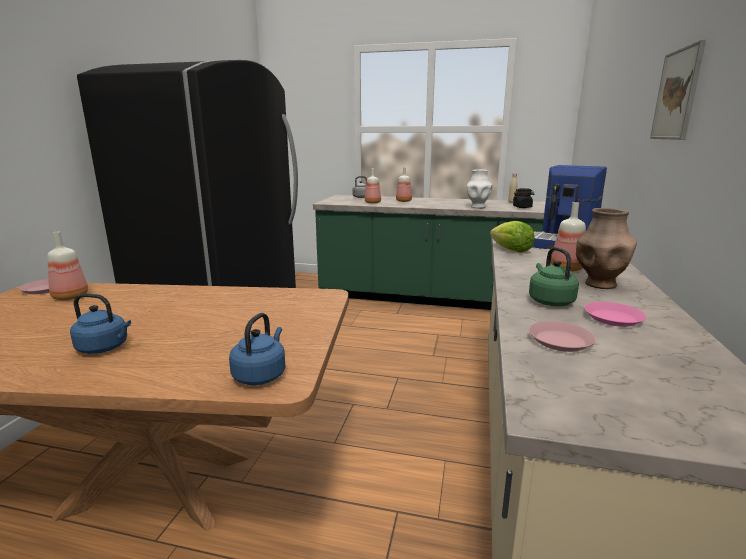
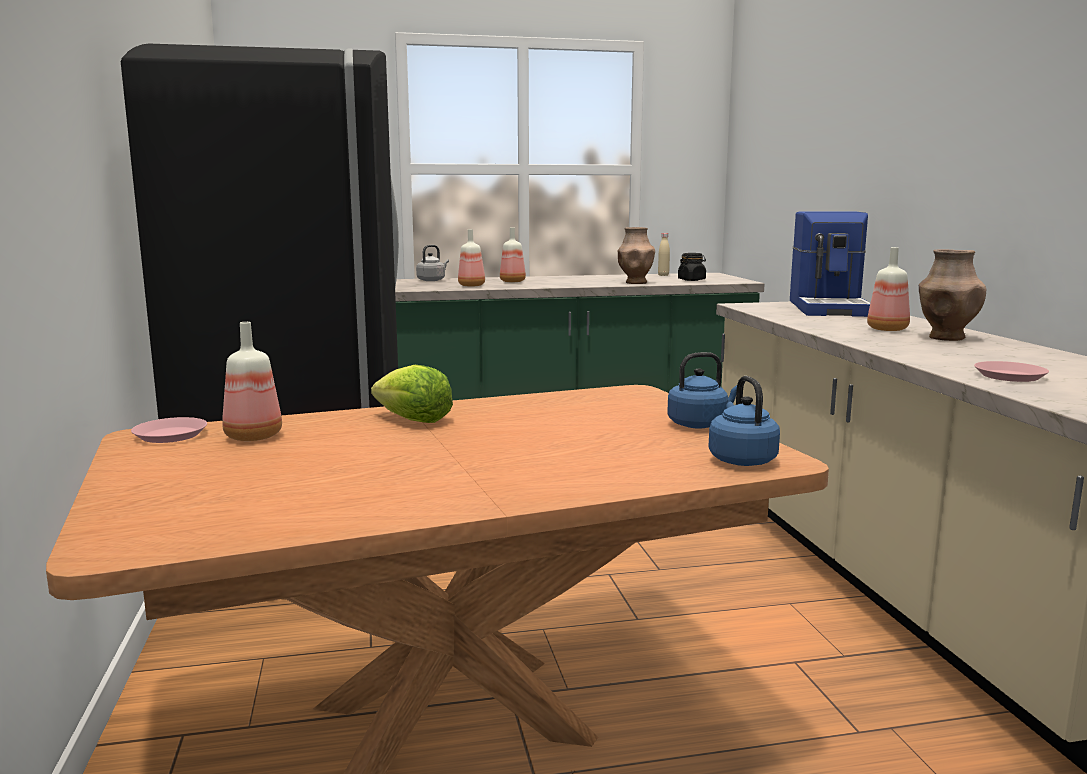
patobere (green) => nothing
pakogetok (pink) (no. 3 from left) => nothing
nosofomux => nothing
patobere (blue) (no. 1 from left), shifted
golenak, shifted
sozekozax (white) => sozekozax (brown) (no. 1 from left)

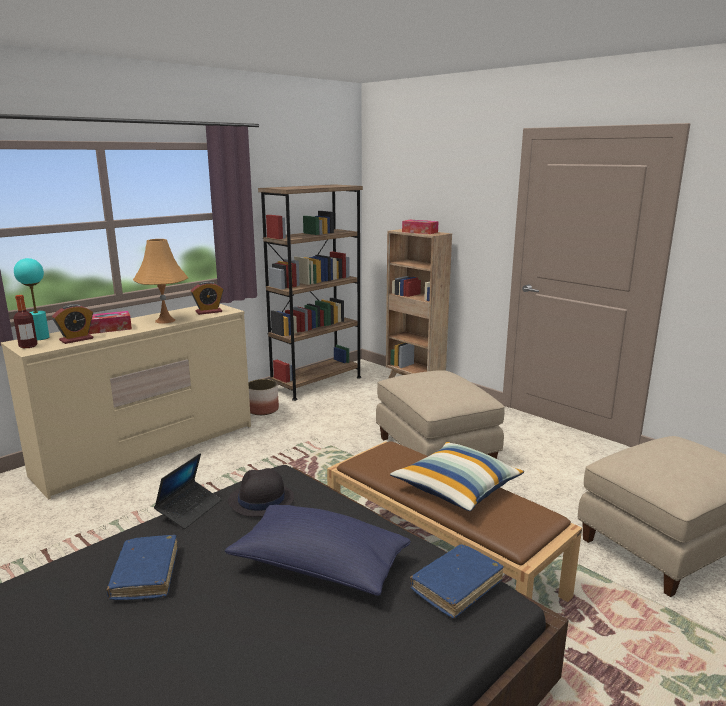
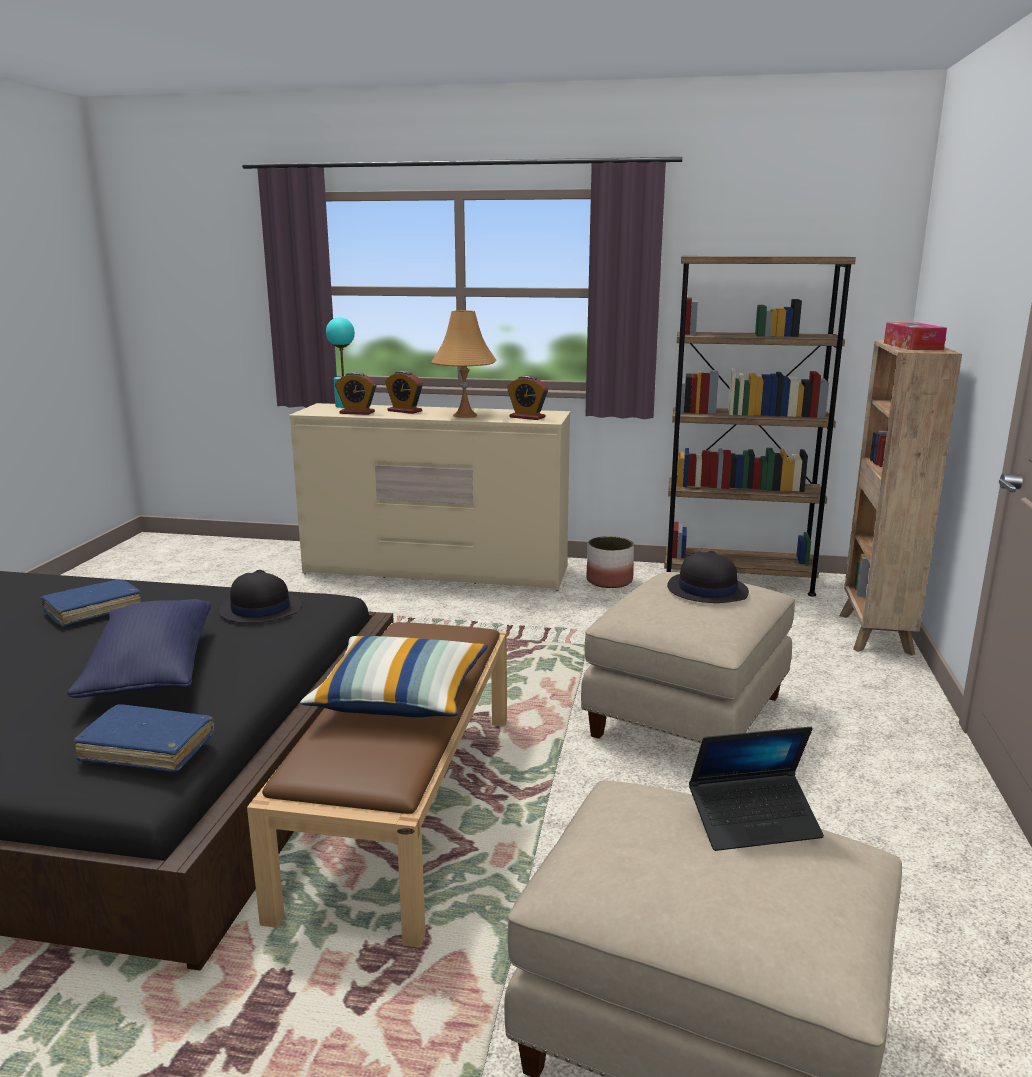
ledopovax => nothing
nothing => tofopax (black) (no. 2 from left)
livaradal, shifted
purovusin (no. 1 from left) => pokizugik (no. 2 from left)

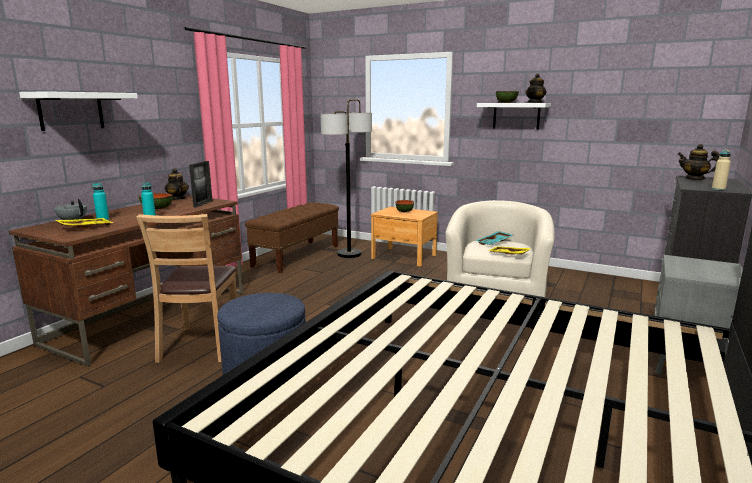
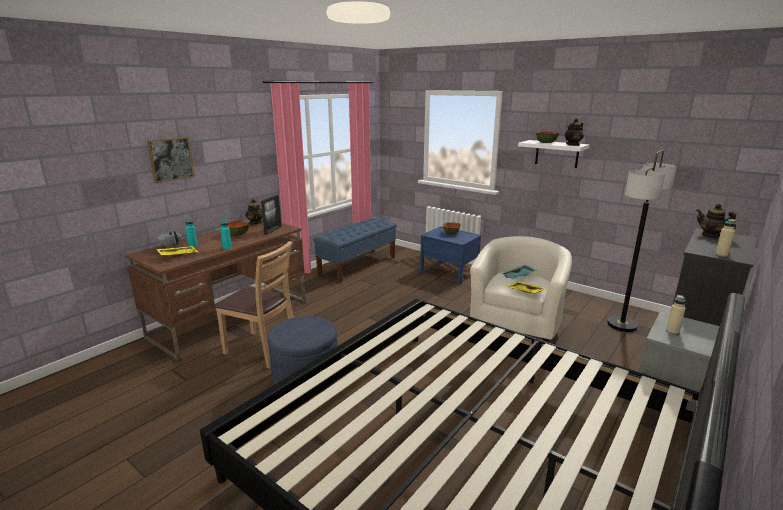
nothing => ledopovax (beige) (no. 1 from left)
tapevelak, shifted
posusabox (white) (no. 1 from left) => nosofomux
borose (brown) => borose (blue)
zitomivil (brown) => zitomivil (blue)
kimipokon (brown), 75 degrees counterclockwise

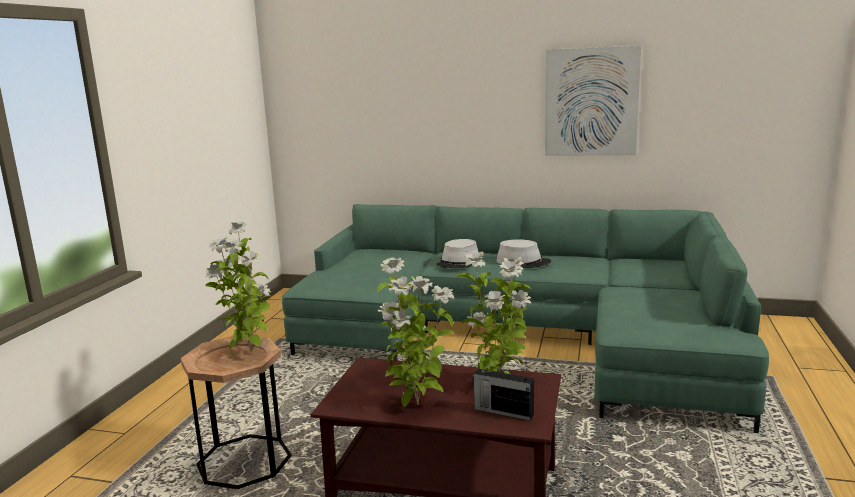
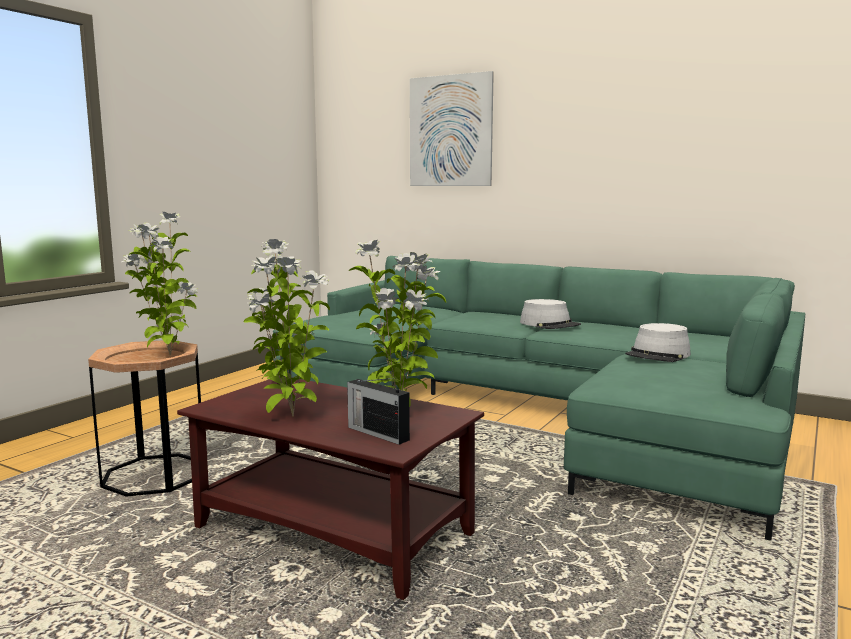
tofopax (grey) (no. 1 from left in the first image) => tofopax (grey) (no. 2 from left), shifted
nosofomux, shifted

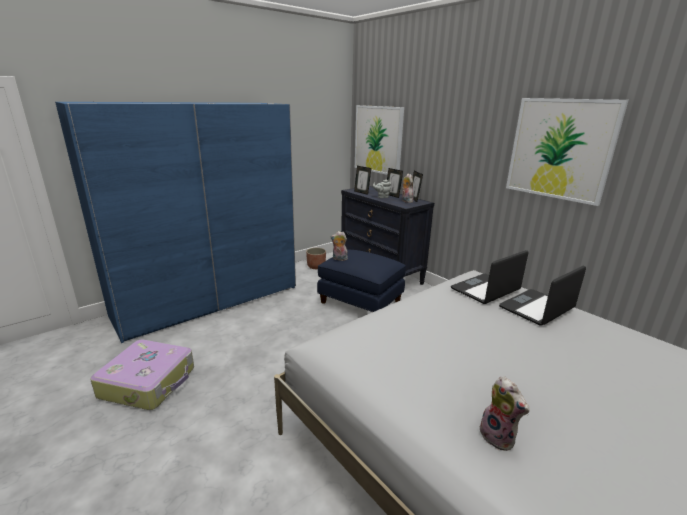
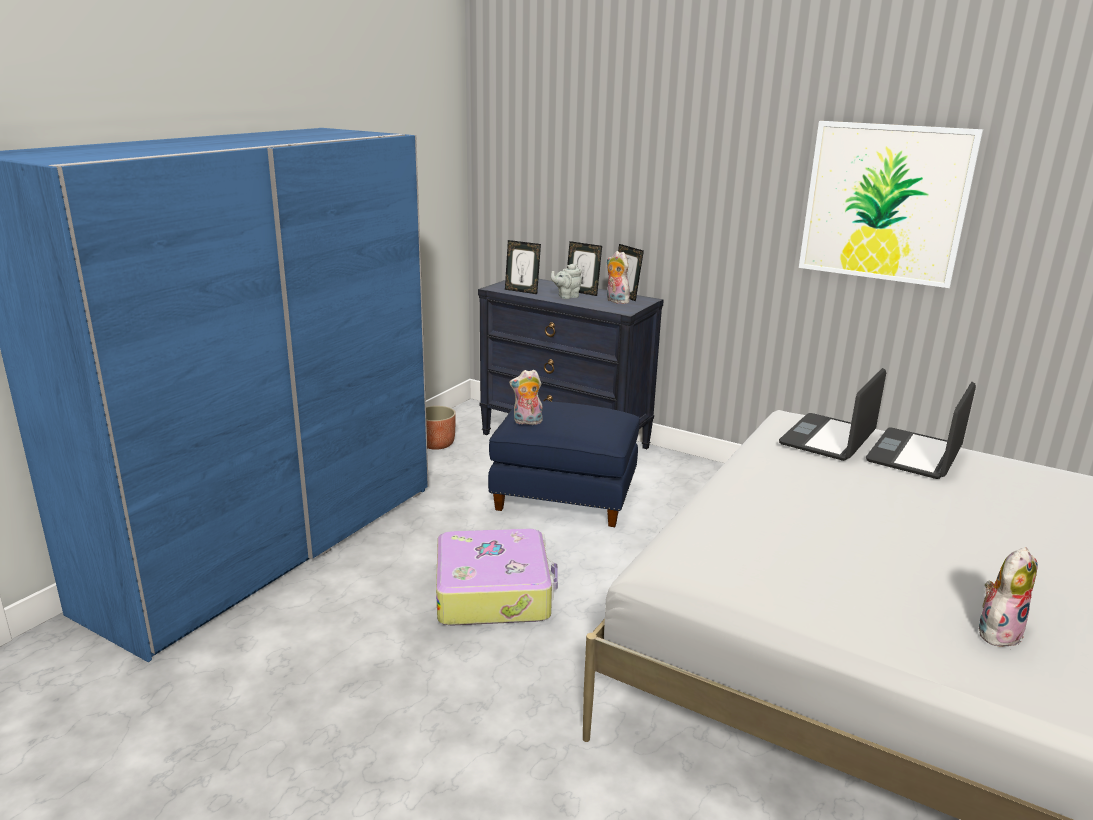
nosofomux (no. 1 from left) => nothing
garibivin, shifted
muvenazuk (no. 3 from left), 75 degrees counterclockwise

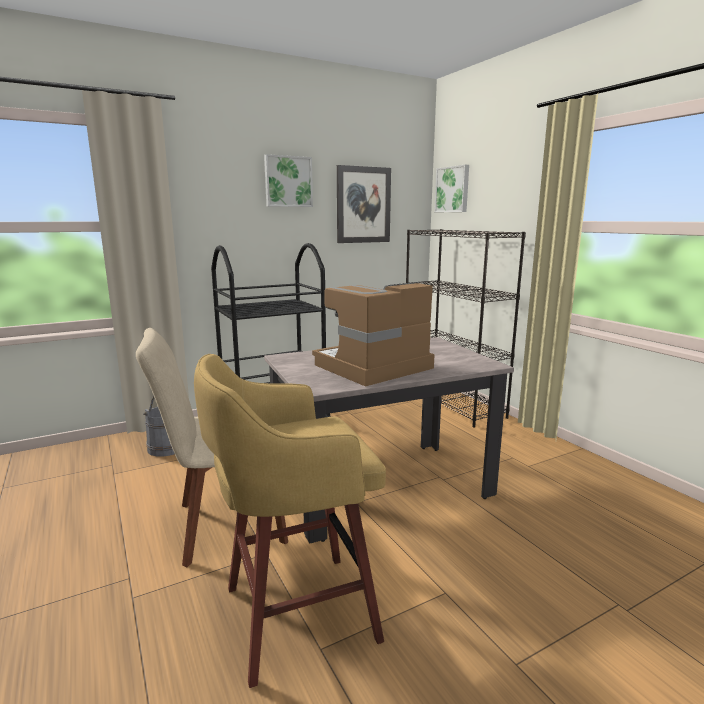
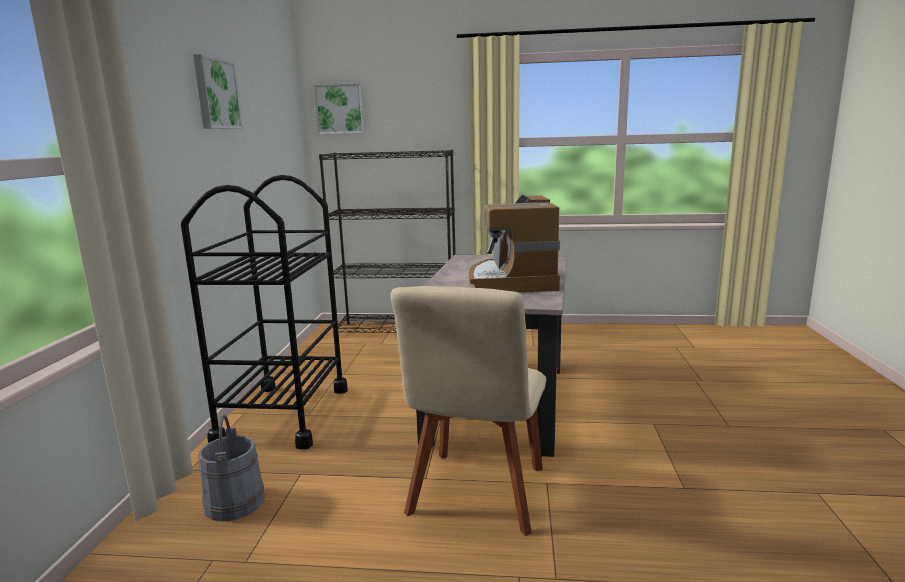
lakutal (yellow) => nothing
nosofomux (no. 2 from left) => nothing

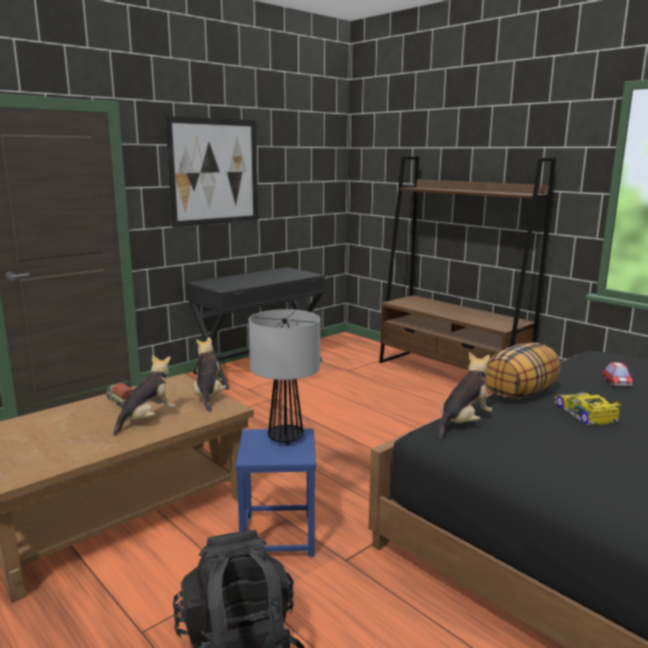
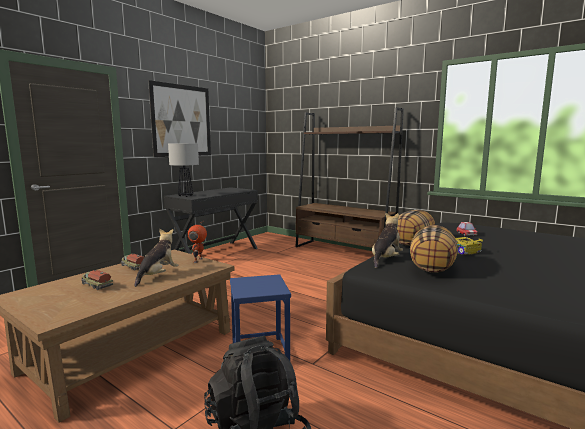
nothing => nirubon (no. 1 from left)
nothing => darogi (no. 2 from left)
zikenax, shifted
muvenazuk (no. 2 from left) => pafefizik

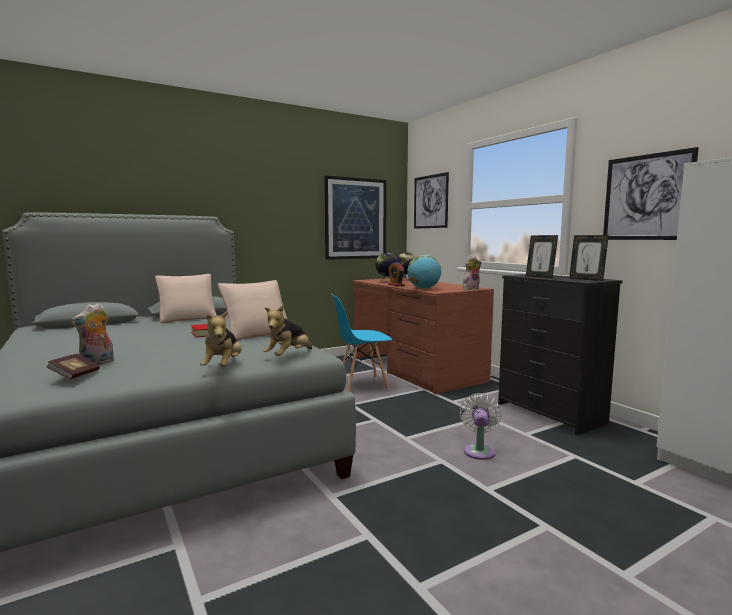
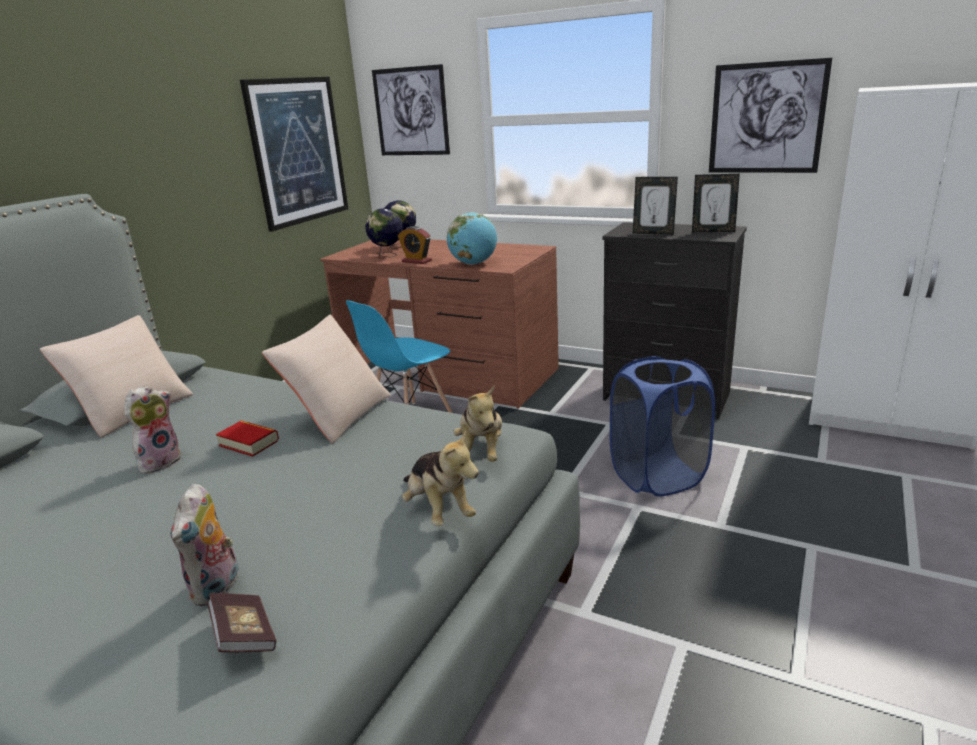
muvenazuk (no. 4 from left in the first image) => muvenazuk (no. 1 from left), shifted
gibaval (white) => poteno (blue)

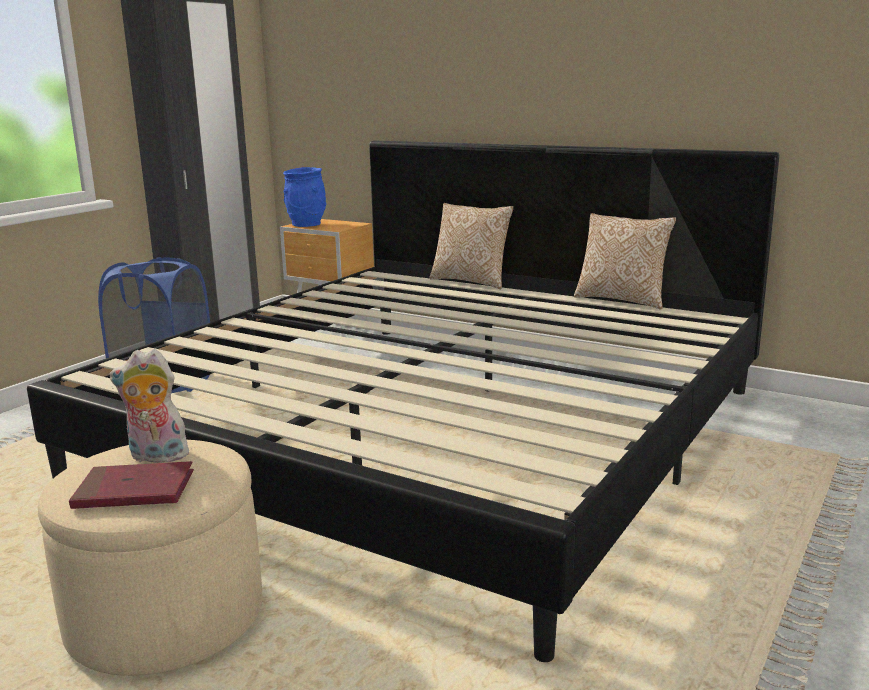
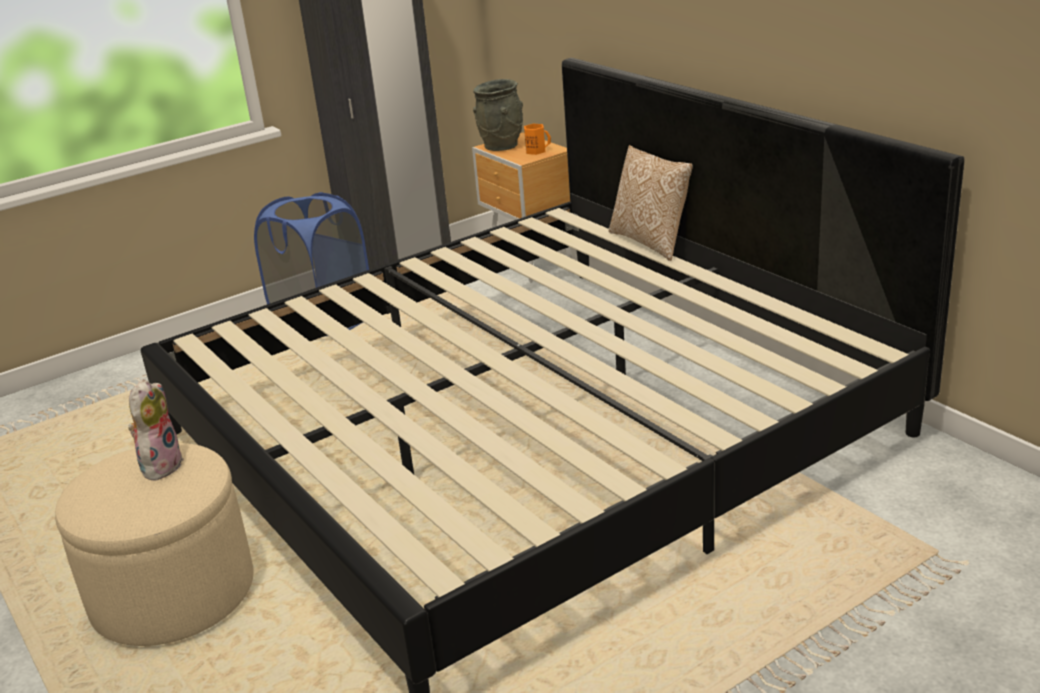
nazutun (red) => nothing
darogi (no. 2 from left) => nothing
nothing => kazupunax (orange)
sozekozax (blue) => sozekozax (grey)
muvenazuk, 75 degrees clockwise

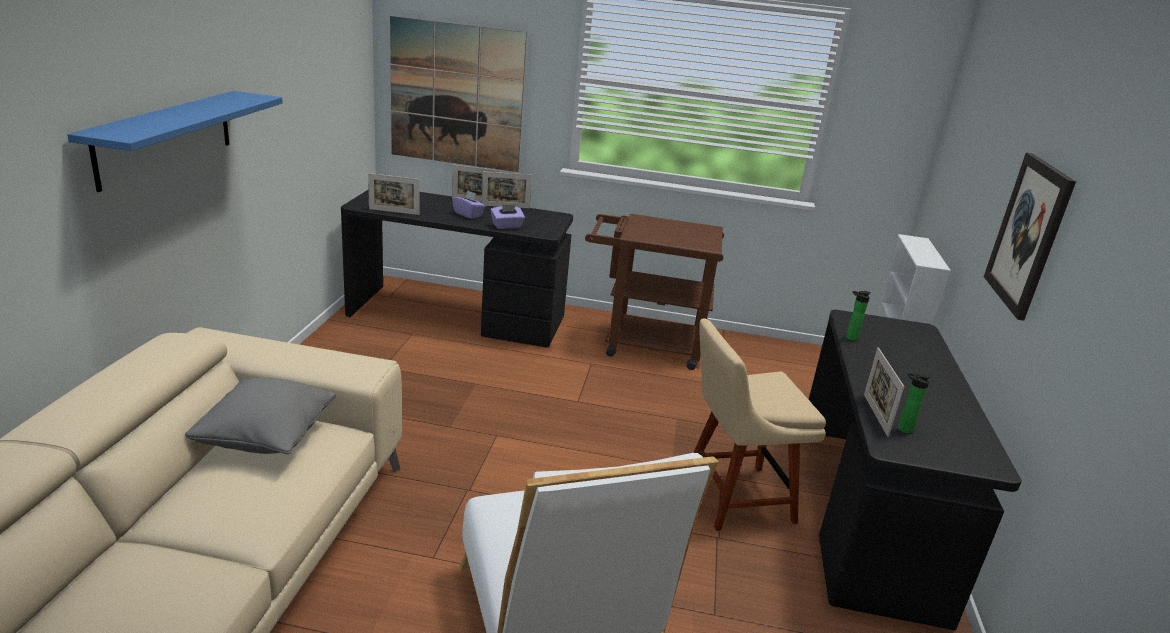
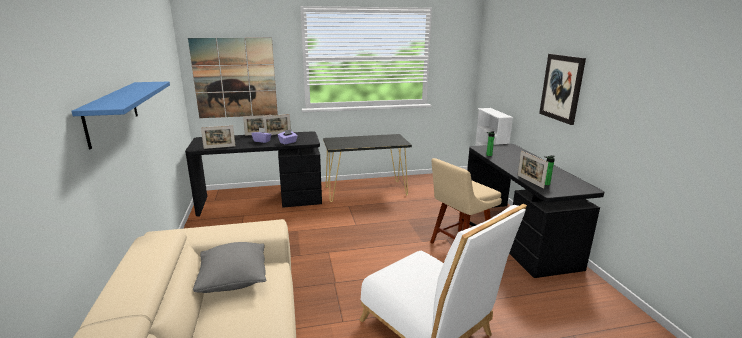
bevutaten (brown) => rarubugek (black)

